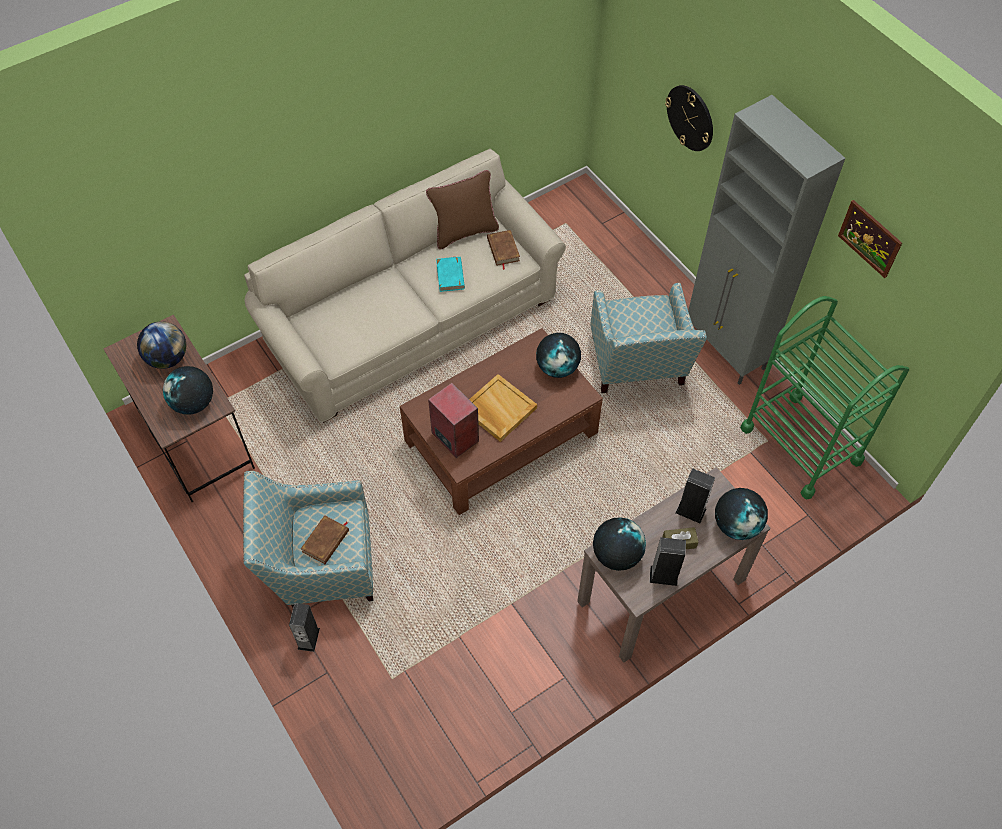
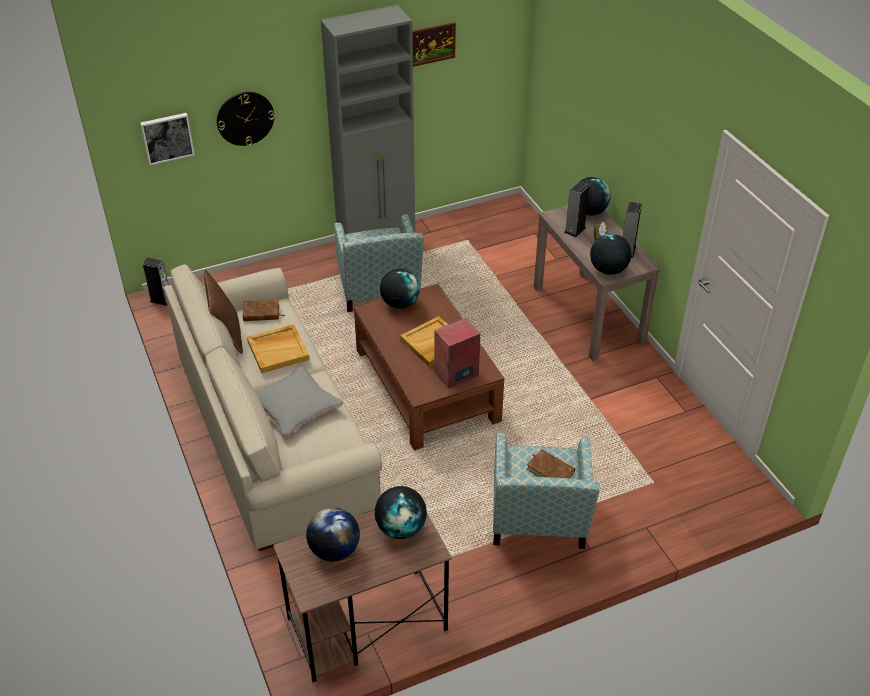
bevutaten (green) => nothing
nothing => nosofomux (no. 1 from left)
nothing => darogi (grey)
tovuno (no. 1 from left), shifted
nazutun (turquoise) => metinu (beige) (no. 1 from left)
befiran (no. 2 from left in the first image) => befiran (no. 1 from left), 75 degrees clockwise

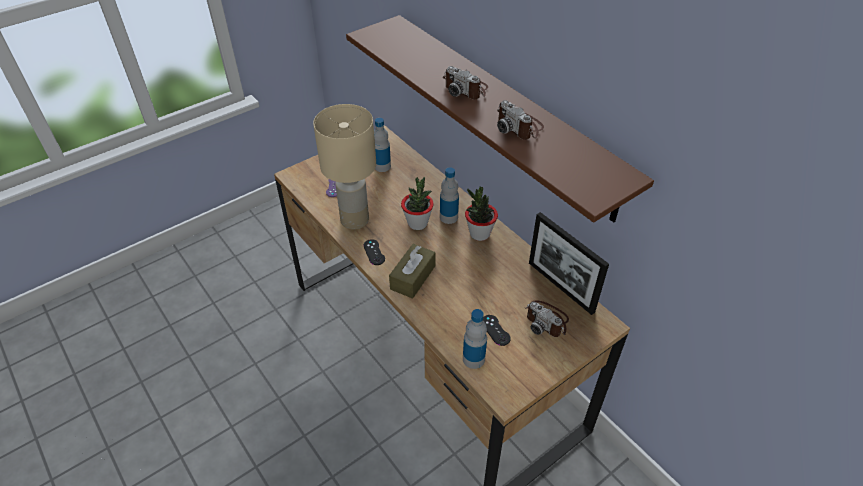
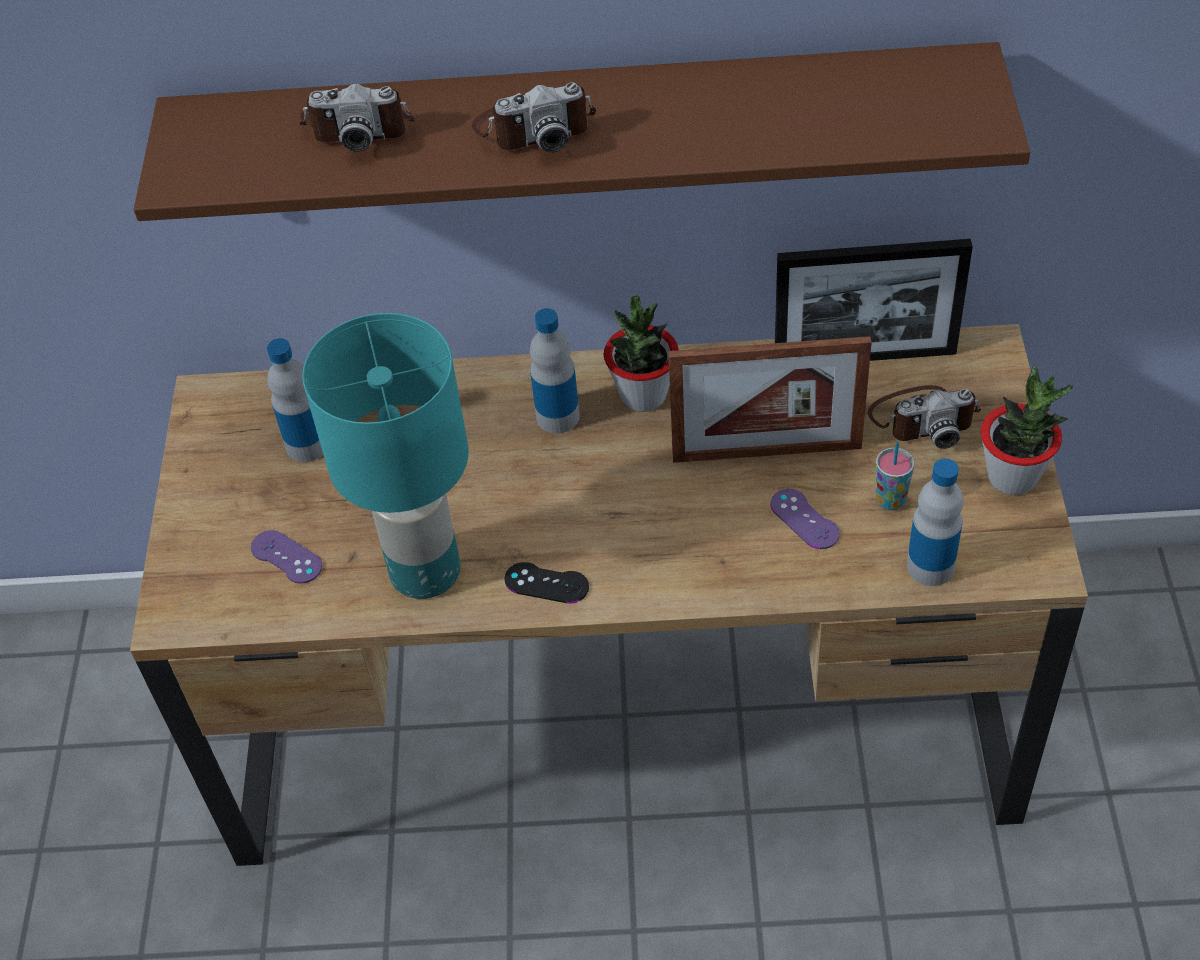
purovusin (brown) => nothing
nothing => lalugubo (no. 1 from left)
nothing => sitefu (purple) (no. 2 from left)
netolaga (no. 1 from left in the first image) => netolaga (no. 2 from left), shifted
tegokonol (no. 2 from left in the first image) => tegokonol (no. 1 from left), shifted
sitefu (black) (no. 2 from left) => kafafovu
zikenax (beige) => zikenax (turquoise)

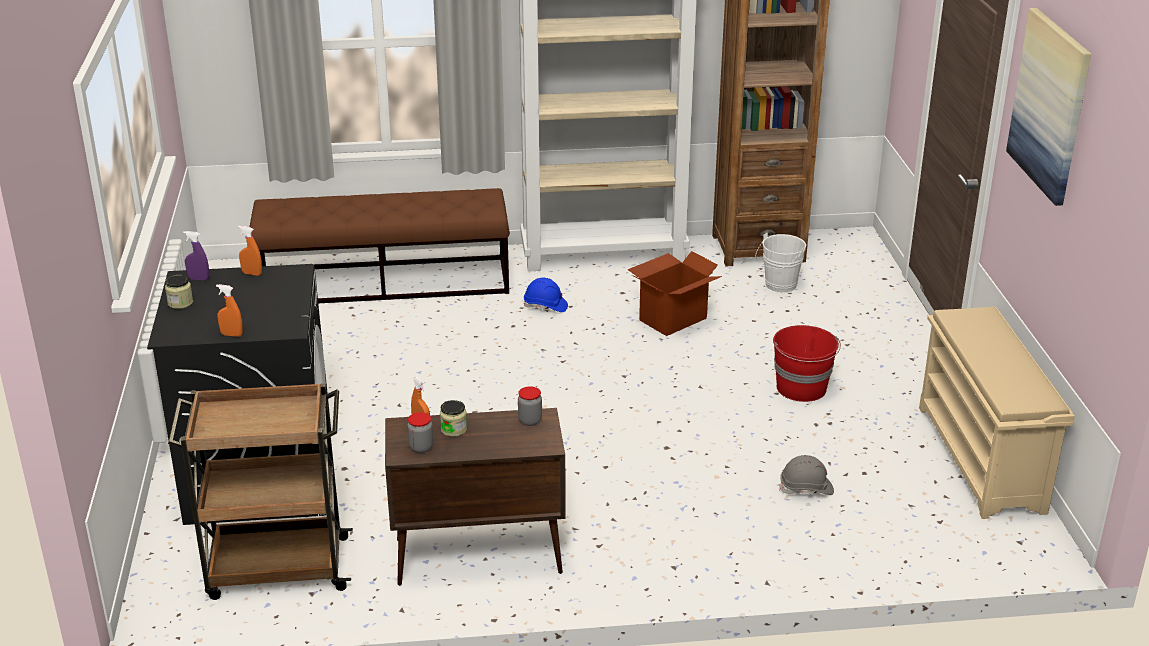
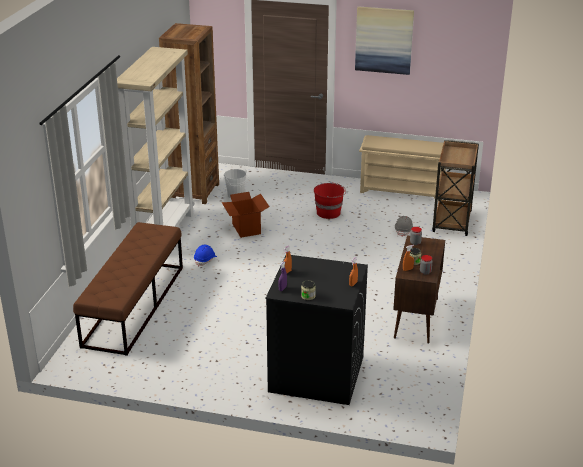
bevutaten (brown), shifted

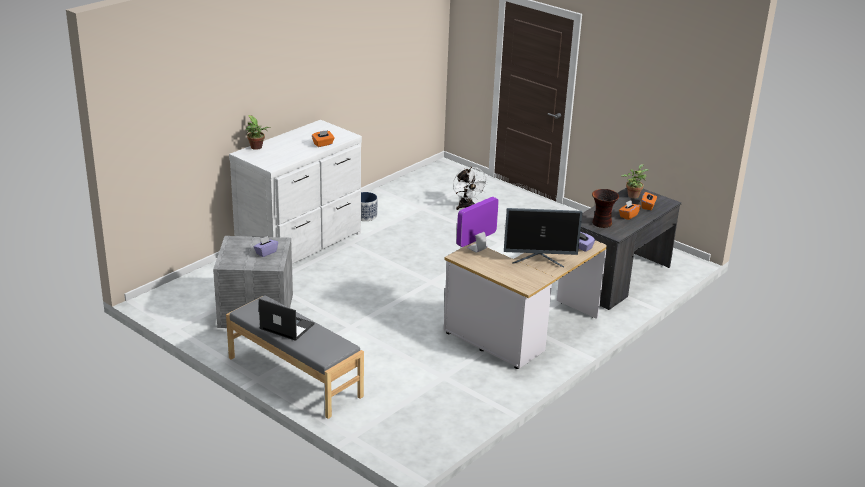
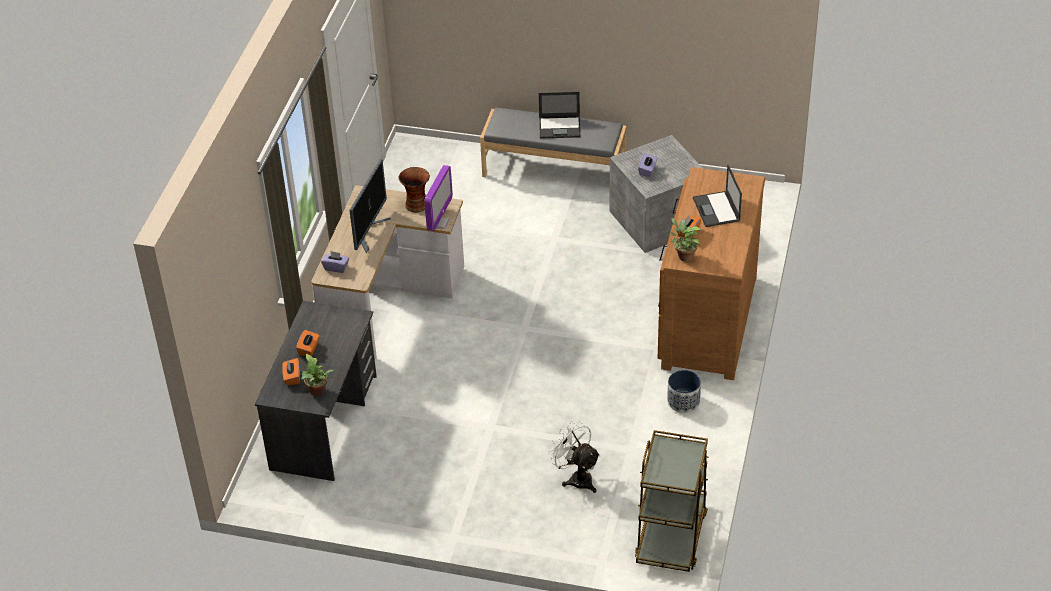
nothing => bevutaten (brown)
nothing => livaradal (no. 2 from left)
netolaga (no. 1 from left in the first image) => netolaga (no. 2 from left), shifted
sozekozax, shifted
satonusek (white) => satonusek (brown)
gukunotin (no. 2 from left in the first image) => gukunotin (no. 1 from left), 135 degrees clockwise

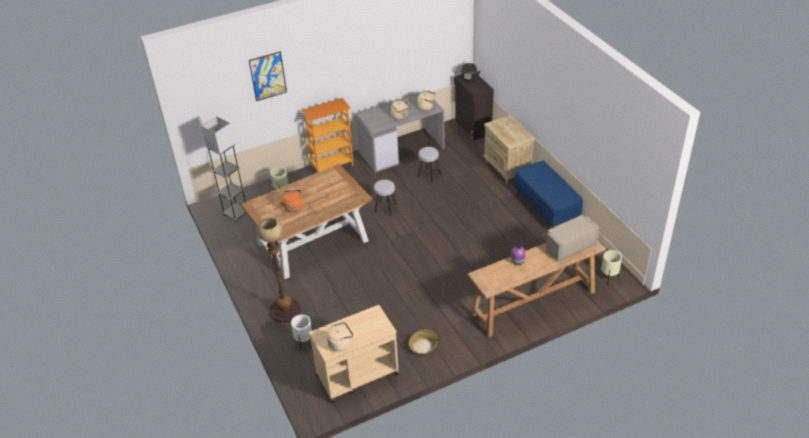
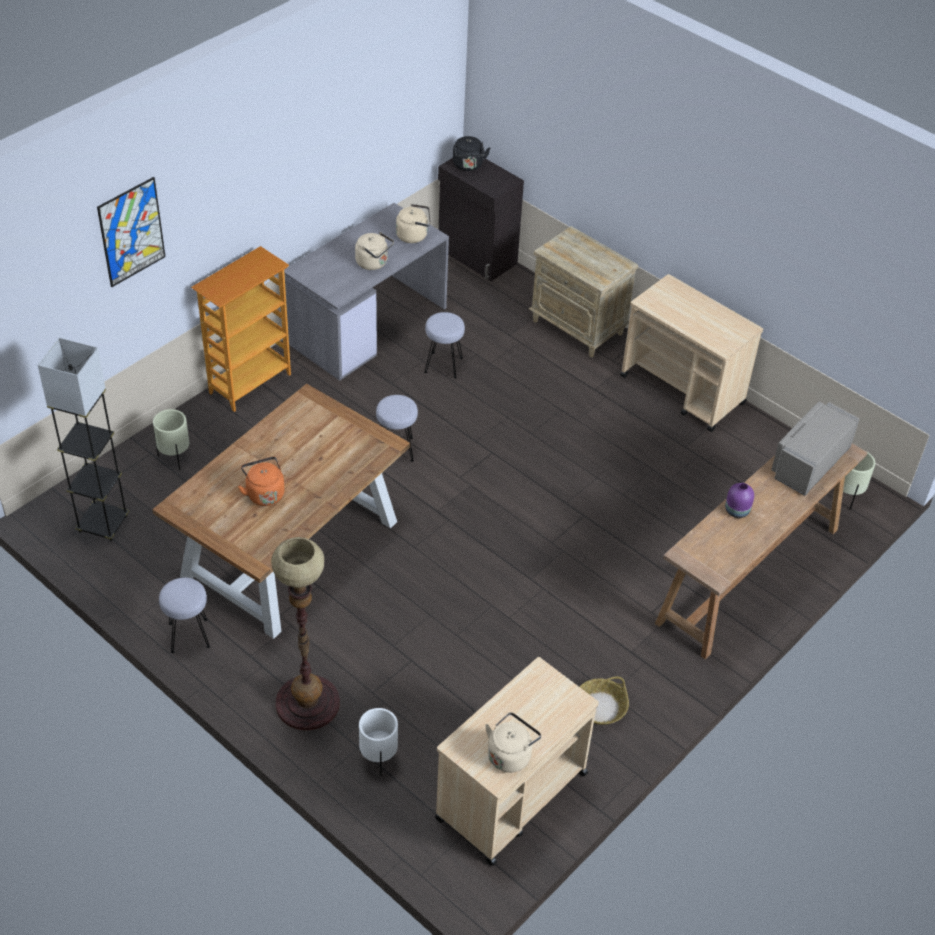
nothing => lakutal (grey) (no. 1 from left)
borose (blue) => bevutaten (beige) (no. 2 from left)

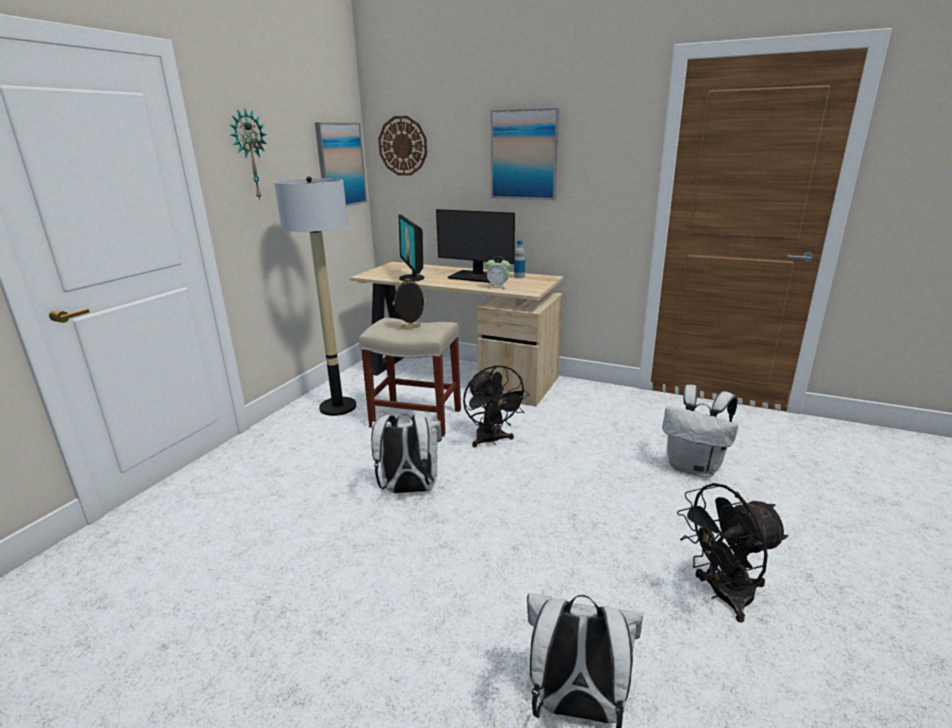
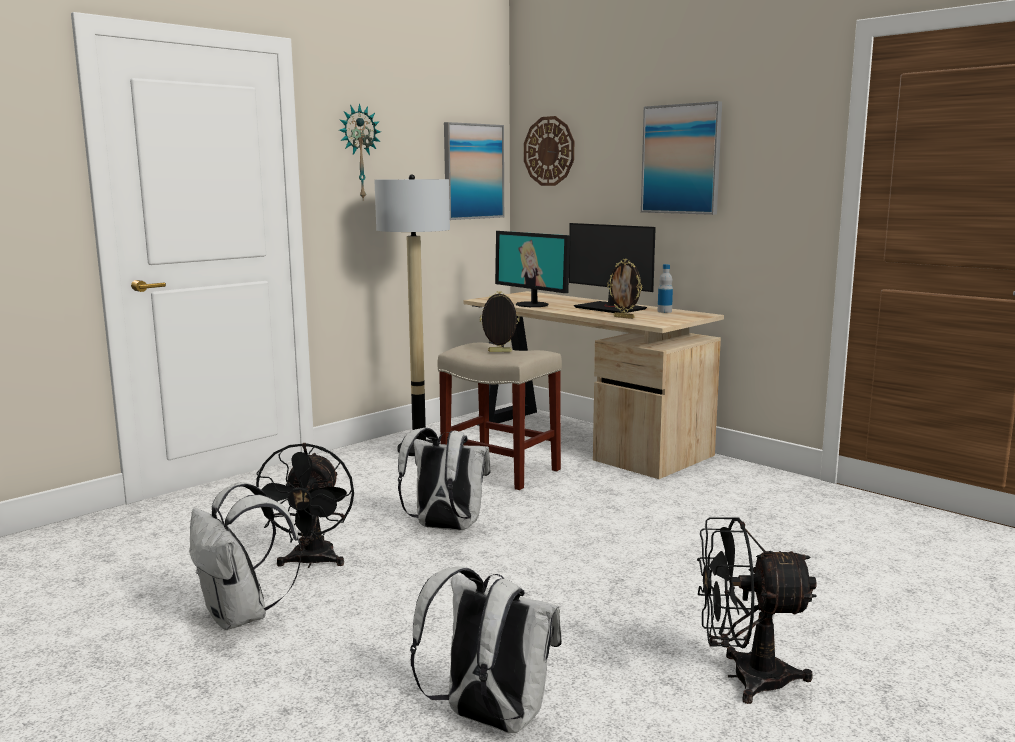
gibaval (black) (no. 1 from left), shifted
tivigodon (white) (no. 3 from left in the first image) => tivigodon (white) (no. 1 from left), shifted
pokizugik => lalugubo (no. 2 from left)
gukunotin (no. 1 from left), 45 degrees counterclockwise

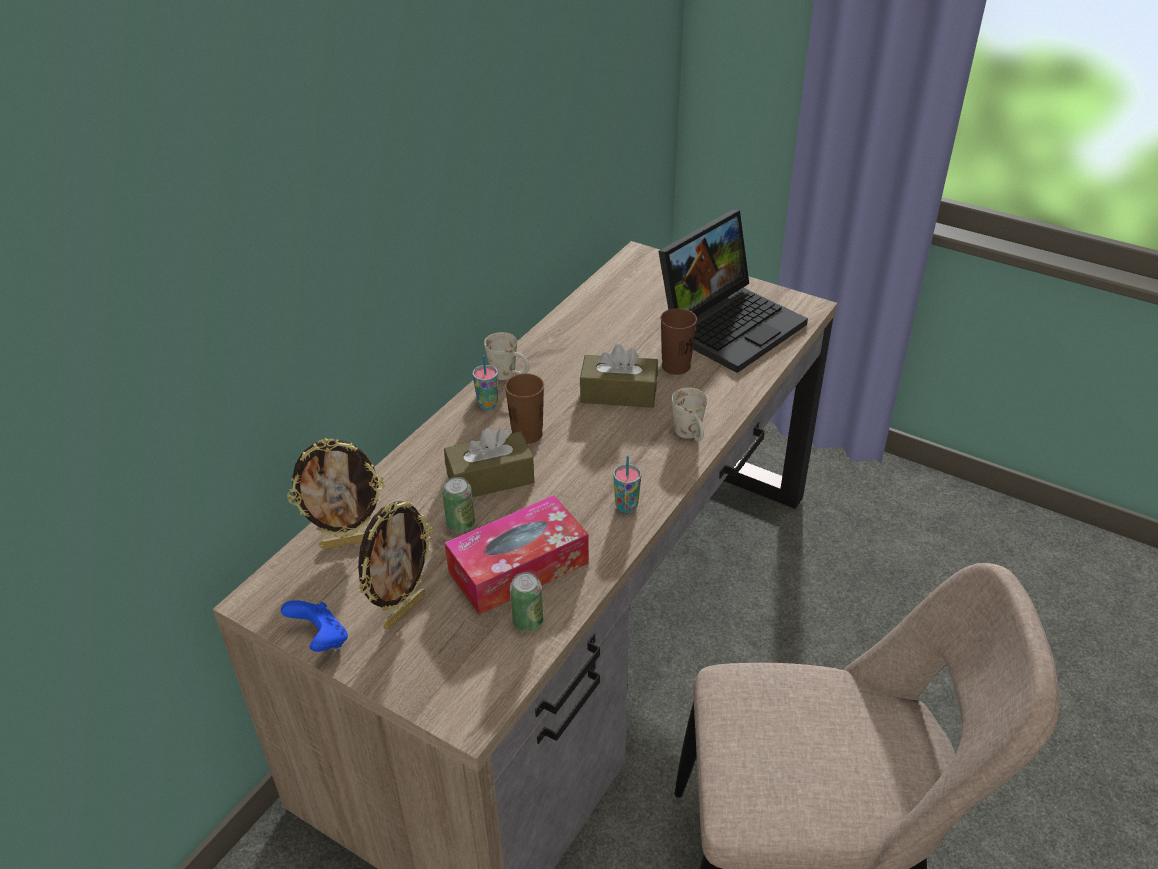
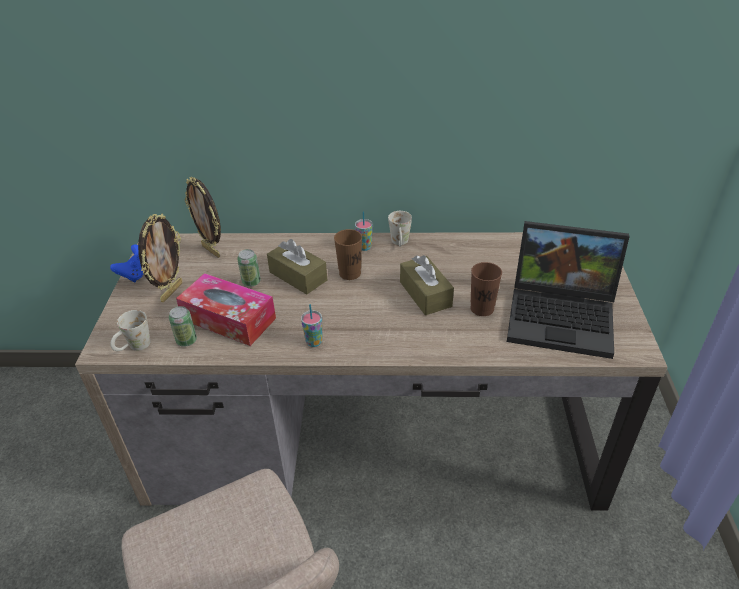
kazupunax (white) (no. 2 from left in the first image) => kazupunax (white) (no. 1 from left), shifted
lalugubo (no. 2 from left in the first image) => lalugubo (no. 1 from left), 75 degrees counterclockwise

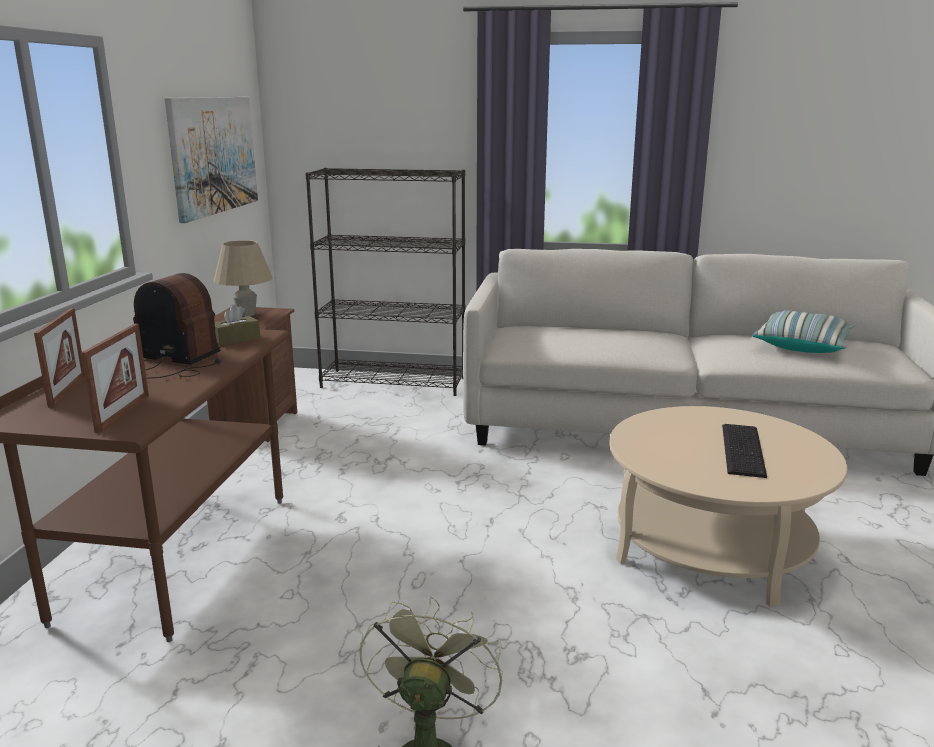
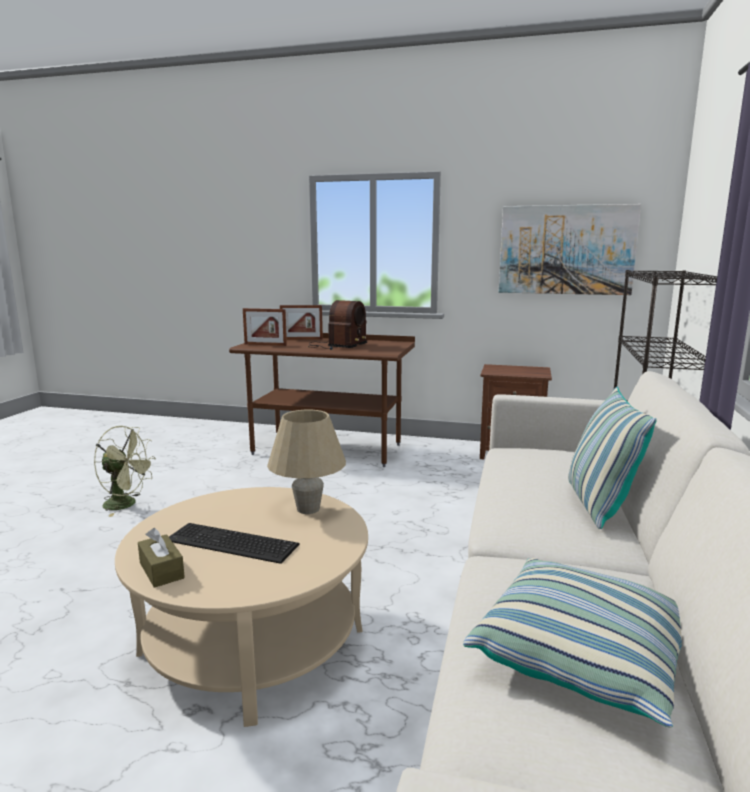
nothing => darogi (no. 2 from left)
zikenax (beige), shifted
purovusin (brown), shifted

